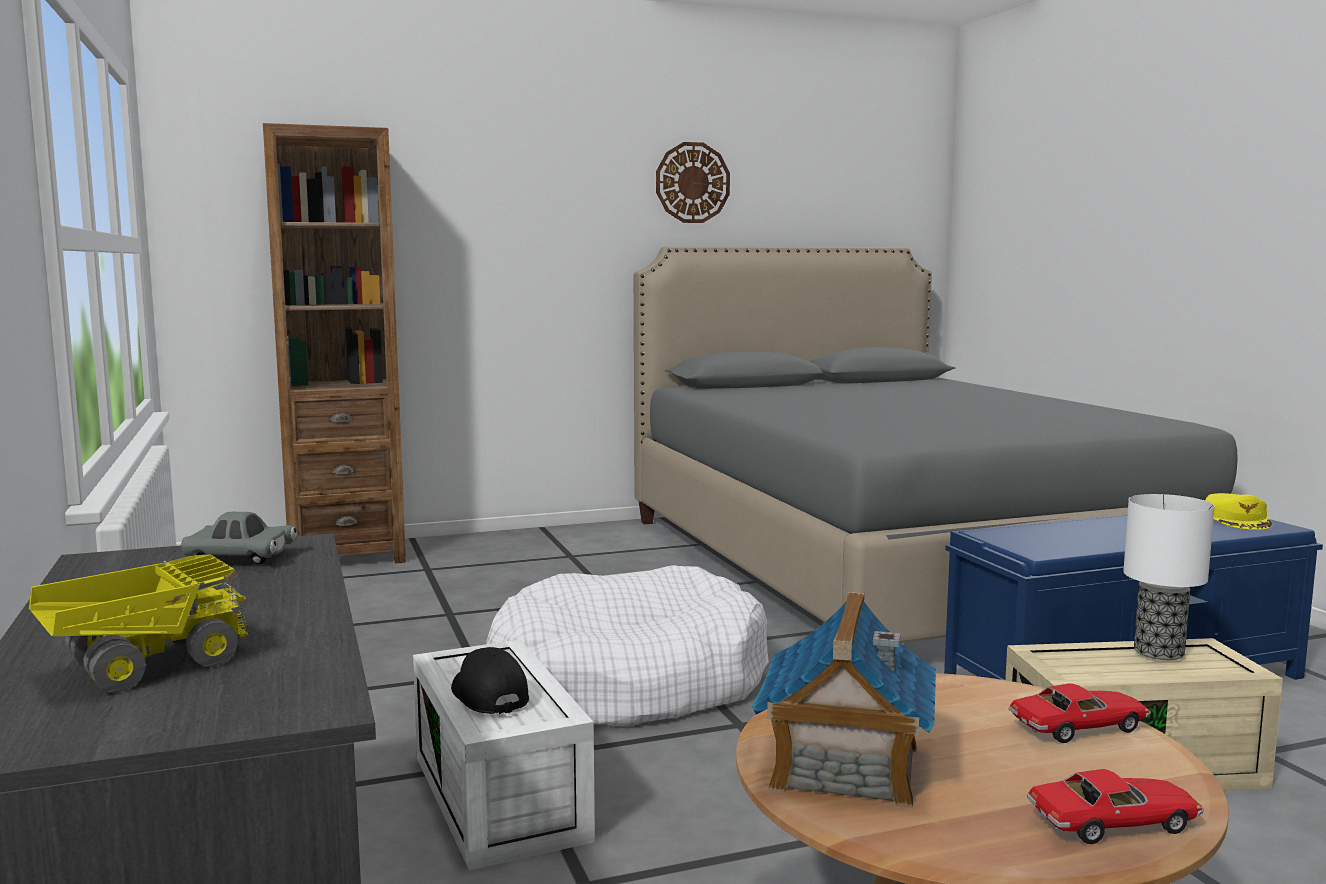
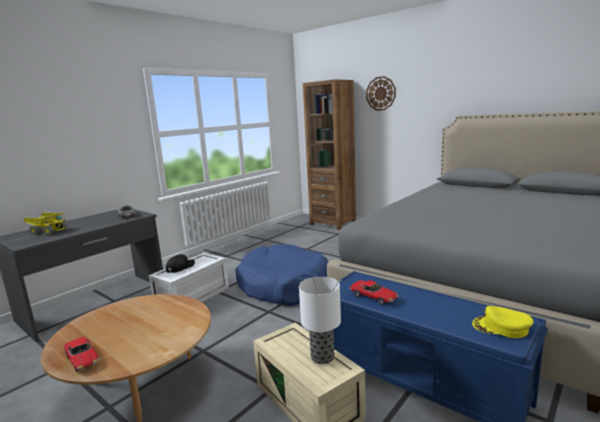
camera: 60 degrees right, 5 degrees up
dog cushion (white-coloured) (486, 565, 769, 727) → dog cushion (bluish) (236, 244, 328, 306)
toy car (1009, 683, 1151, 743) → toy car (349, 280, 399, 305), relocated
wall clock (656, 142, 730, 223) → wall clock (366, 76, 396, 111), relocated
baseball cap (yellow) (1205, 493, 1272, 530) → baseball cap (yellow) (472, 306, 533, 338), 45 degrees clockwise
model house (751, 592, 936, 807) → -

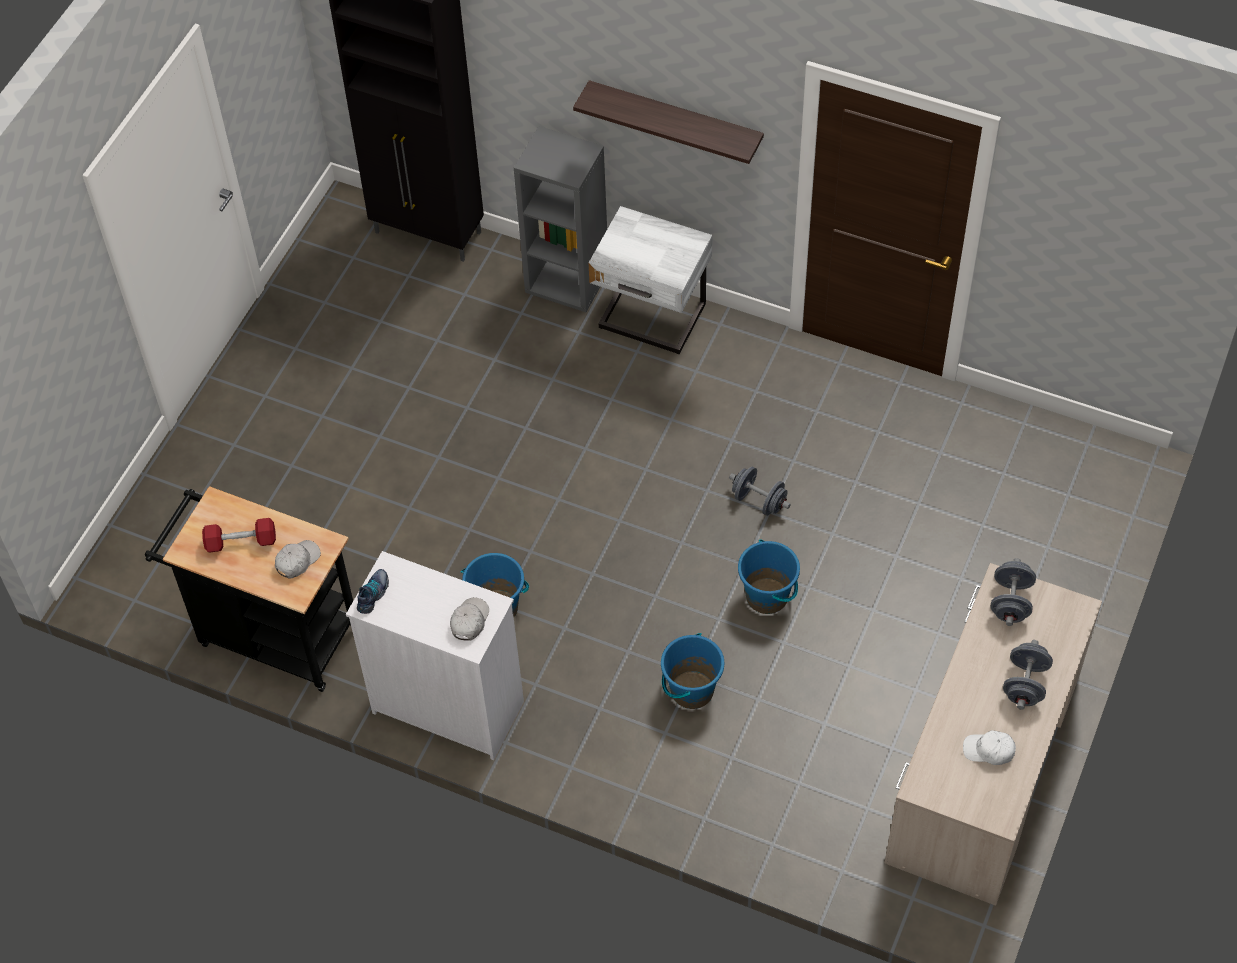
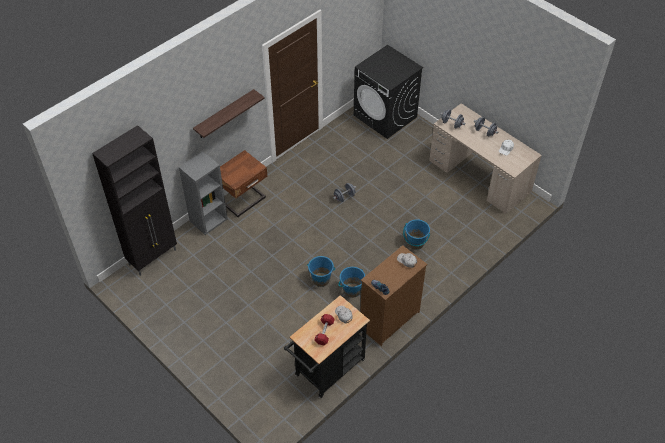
camera: 70 degrees left, 5 degrees down
night table (white-coloured) (589, 206, 712, 354) → night table (brown-coloured) (220, 150, 267, 217)
water bucket (bluish) (738, 539, 800, 614) → water bucket (bluish) (307, 256, 335, 287), relocated
- → laundry machine (blackish) (354, 45, 423, 139)
dresser (white-coloured) (346, 551, 524, 760) → dresser (brown-coloured) (360, 245, 427, 346)

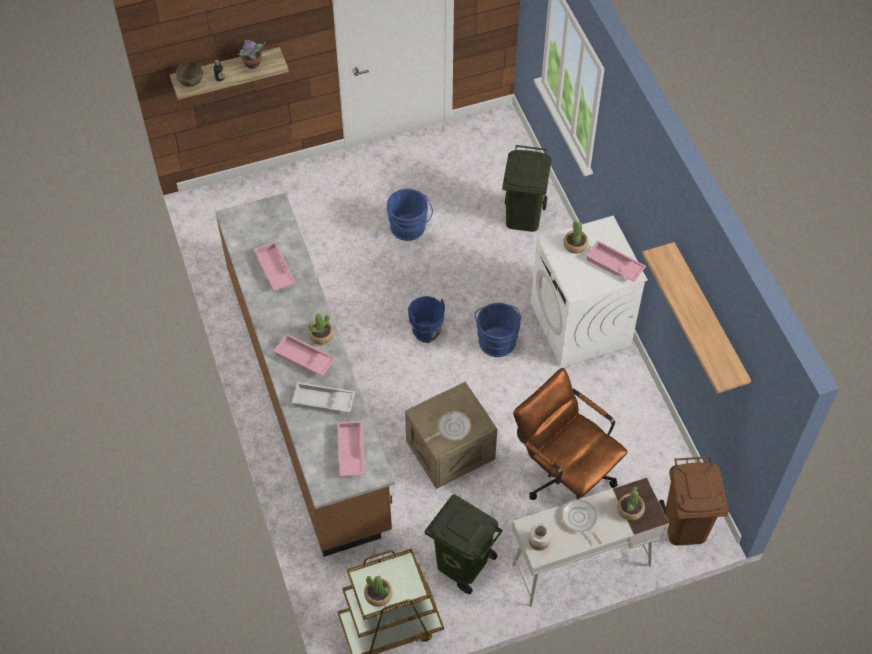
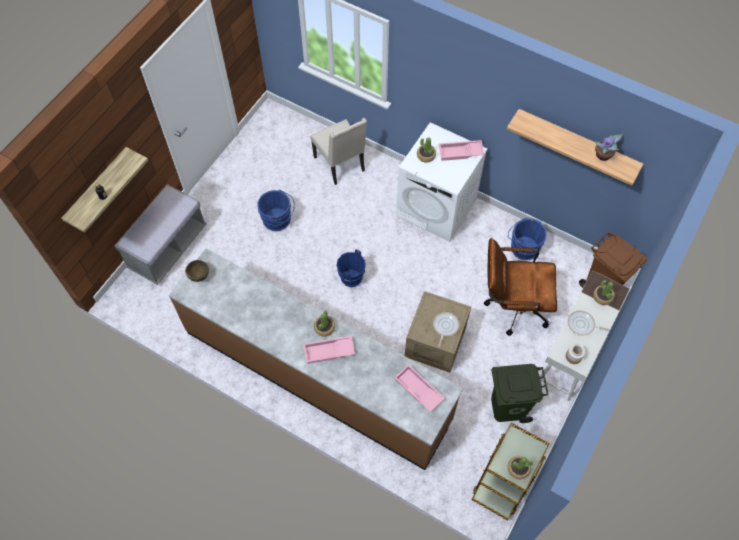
camera: 40 degrees left, 5 degrees up
- → indoor bench (greyish) (115, 184, 207, 285)
bowl (brown-coloured) (176, 62, 203, 87) → bowl (brown-coloured) (185, 260, 209, 282), relocated
waste bin (green-coloured) (502, 145, 551, 232) → chair (sand-coloured) (311, 118, 367, 185)
water bucket (bluish) (475, 303, 521, 357) → water bucket (bluish) (508, 218, 547, 260), relocated
houseplant (237, 40, 265, 69) → houseplant (594, 132, 623, 161), relocated
serving tray (pinkish) (254, 241, 296, 291) → -
serving tray (white-coloured) (292, 382, 355, 413) → -

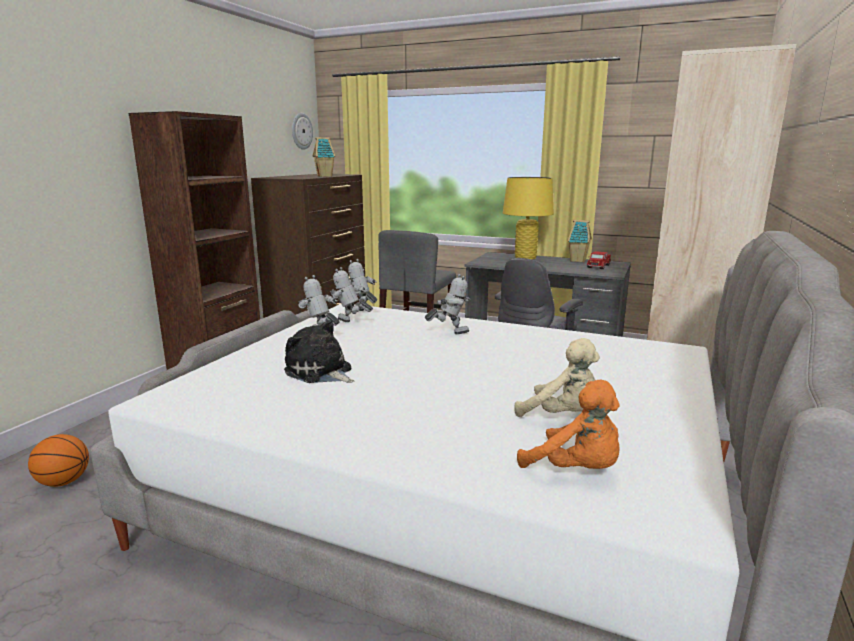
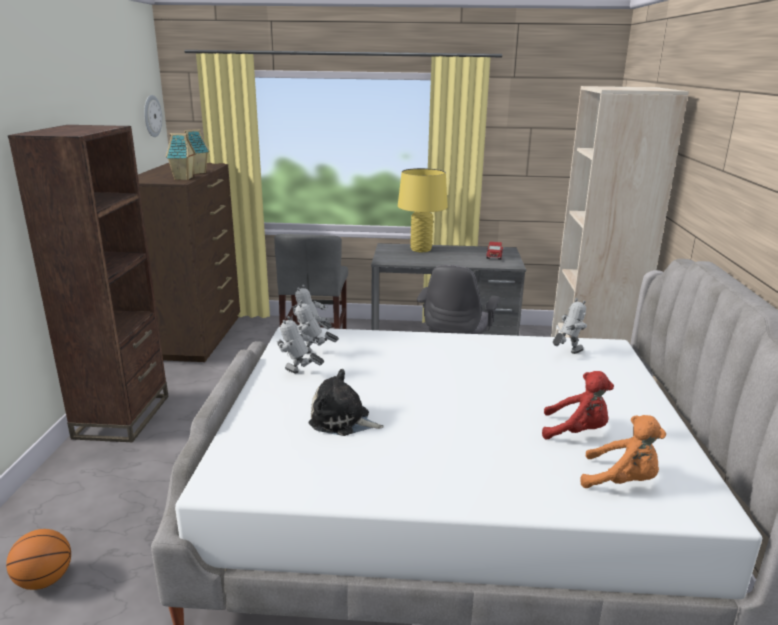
camera: 20 degrees left, 5 degrees up
model house (568, 220, 592, 262) → model house (166, 133, 196, 180), relocated
soft toy (sand-coloured) (514, 338, 600, 417) → soft toy (red-coloured) (542, 371, 614, 440)
model robot (425, 274, 471, 334) → model robot (553, 298, 587, 354), relocated

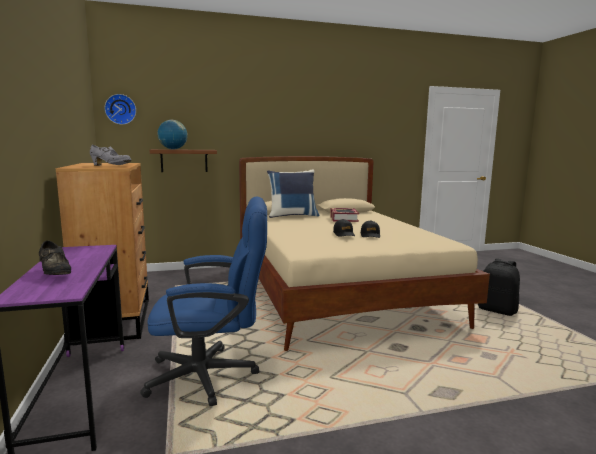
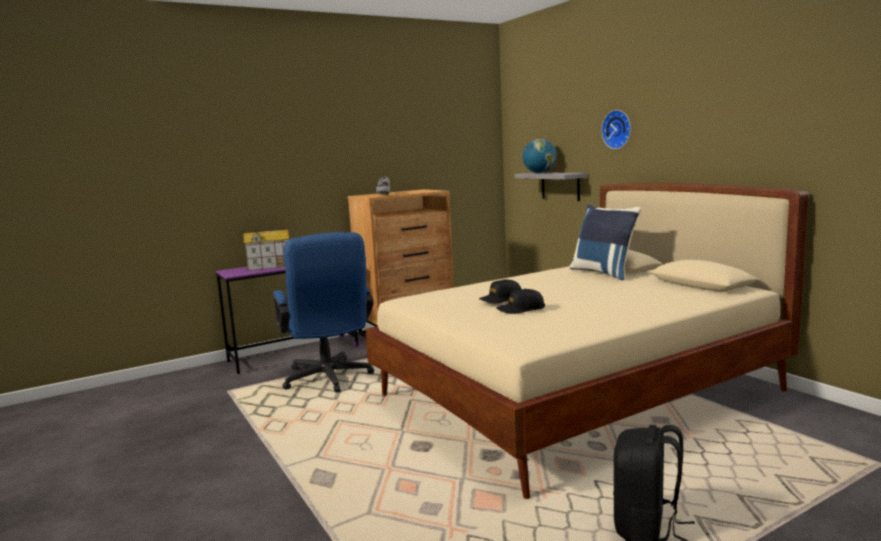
camera: 75 degrees right, 0 degrees up
item of footwear (blackish) (39, 241, 71, 275) → model house (242, 228, 289, 271)
shelf (brown-coloured) (150, 149, 217, 172) → shelf (greyish) (515, 172, 587, 201)
wall clock (104, 94, 136, 125) → wall clock (601, 110, 631, 149), relocated
volume (330, 208, 359, 222) → -

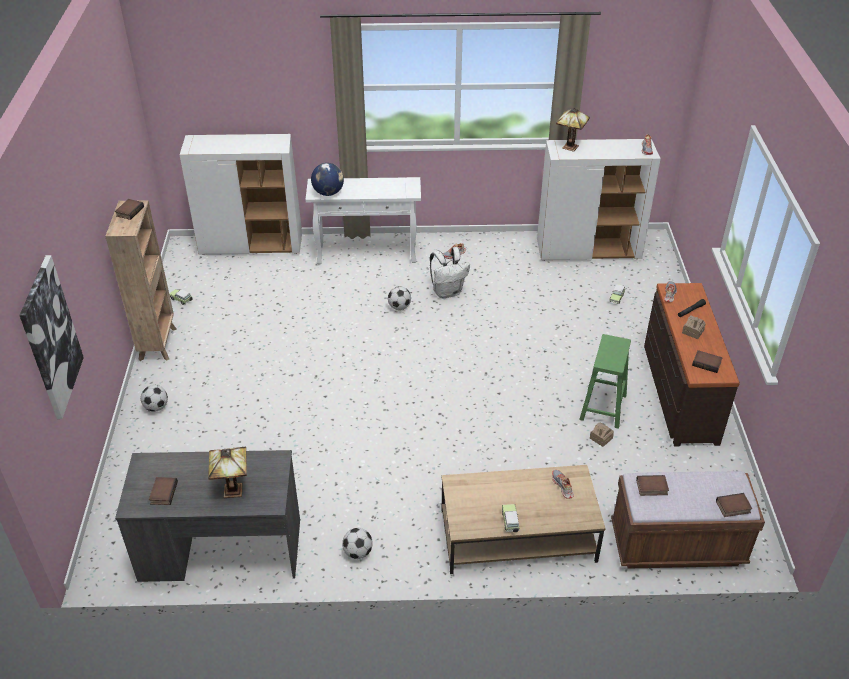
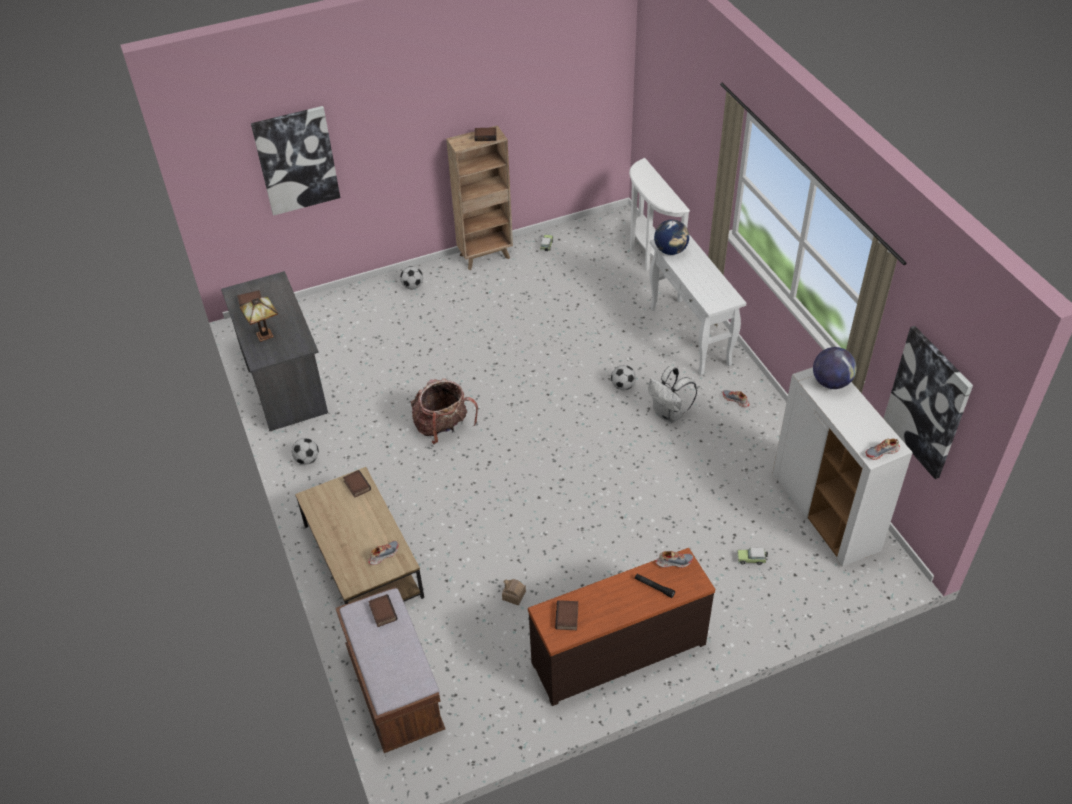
camera: 70 degrees right, 5 degrees up
volume (716, 493, 752, 517) → volume (343, 470, 371, 498), relocated
- → rucksack (411, 379, 478, 444)
cabinet (white-coloured) (180, 134, 302, 255) → console table (white-coloured) (629, 158, 690, 271)
tabletop lamp (556, 108, 590, 152) → globe (813, 347, 857, 389)
- → wall art (883, 326, 973, 479)
toy car (502, 504, 520, 532) → -
stool (green-coloured) (579, 334, 631, 429) → -
model house (682, 315, 706, 339) → -

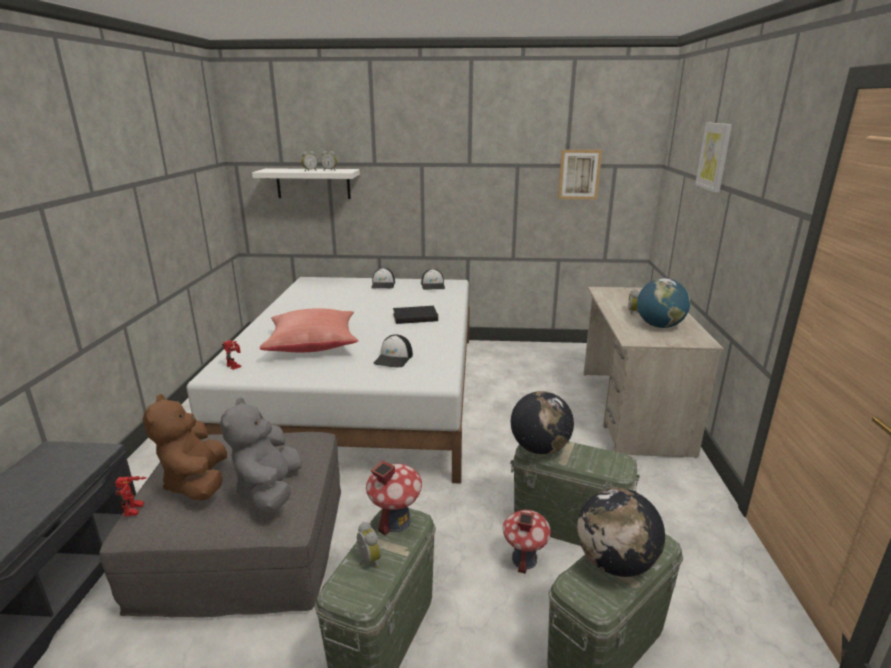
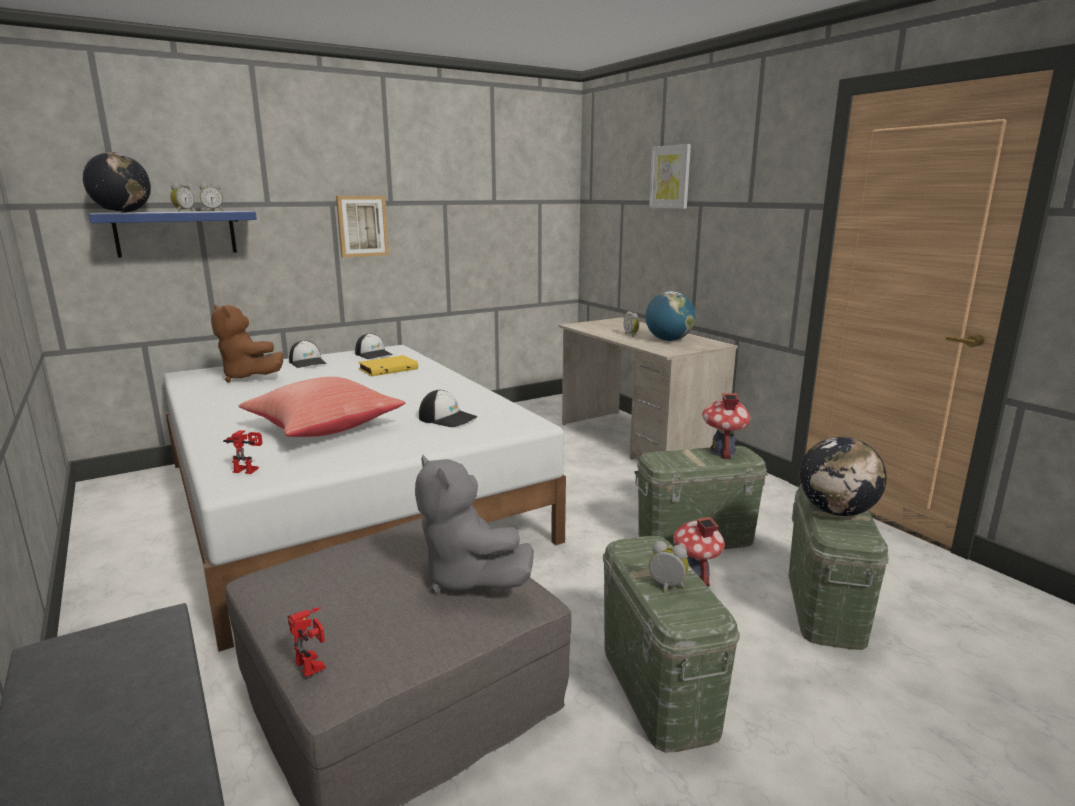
camera: 35 degrees left, 5 degrees down
globe (511, 391, 574, 454) → globe (83, 152, 151, 213), relocated
shelf (white-coloured) (252, 168, 360, 199) → shelf (bluish) (89, 211, 257, 257)
soft toy (brown-coloured) (143, 394, 227, 501) → soft toy (brown-coloured) (211, 305, 283, 383), relocated
wall art (558, 150, 602, 199) → wall art (336, 196, 389, 258), relocated
- → volume (yellow) (358, 355, 418, 376)
baseball cap (374, 335, 413, 367) → baseball cap (419, 390, 477, 427), 45 degrees counterclockwise
model house (366, 460, 422, 535) → model house (702, 393, 751, 459), relocated
volume (blackish) (393, 306, 438, 324) → -

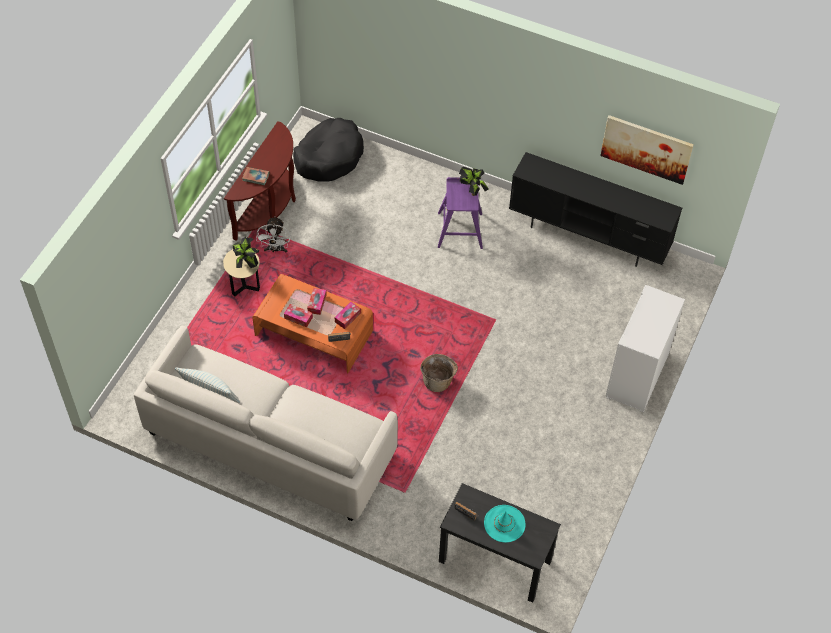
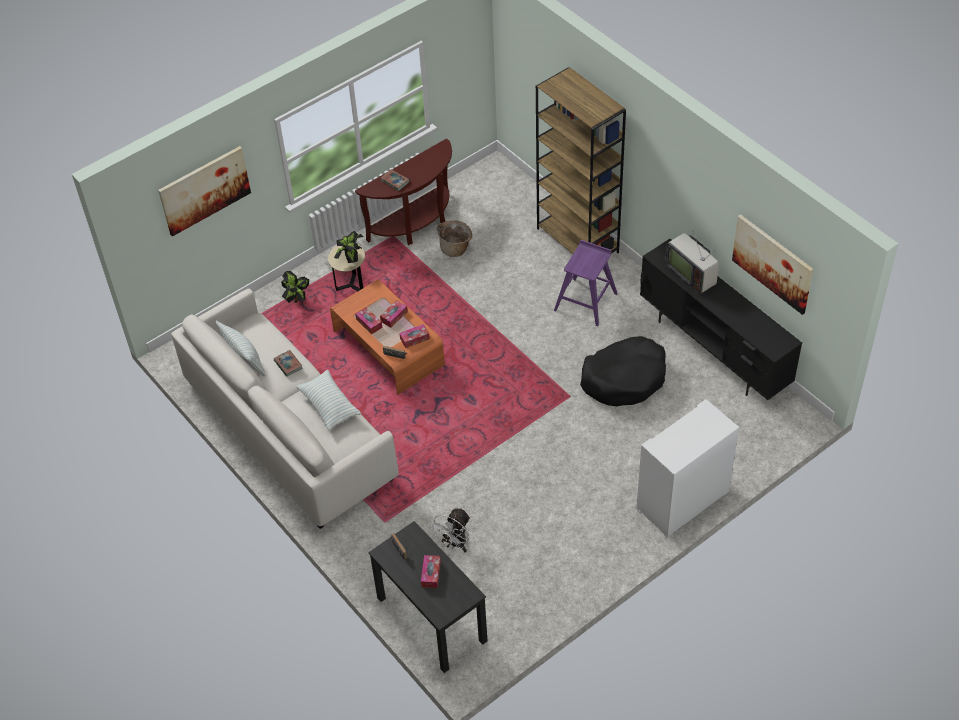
camera: 30 degrees right, 5 degrees down
- → wall art (158, 146, 251, 236)
- → volume (274, 350, 302, 376)
houseplant (459, 167, 489, 196) → houseplant (281, 271, 309, 303), relocated
- → pillow (296, 370, 361, 430)
wearable hat (blue-green) (484, 505, 526, 542) → tissue box (421, 555, 441, 588)
cooling fan (white-coloured) (256, 217, 291, 253) → cooling fan (white-coloured) (430, 508, 470, 552), relocated
basket (420, 354, 458, 392) → basket (437, 220, 472, 257), relocated
- → bookshelf (brown-coloured) (536, 67, 626, 254)
dog cushion (blackish) (293, 118, 364, 182) → dog cushion (blackish) (580, 336, 666, 406), relocated
- → TV (665, 232, 719, 294)

